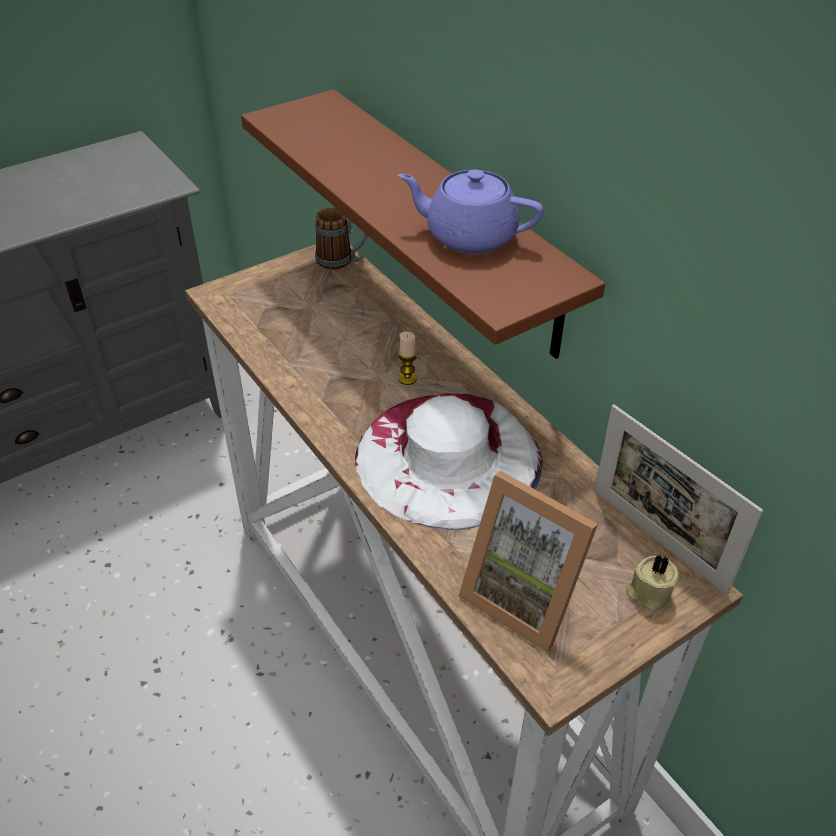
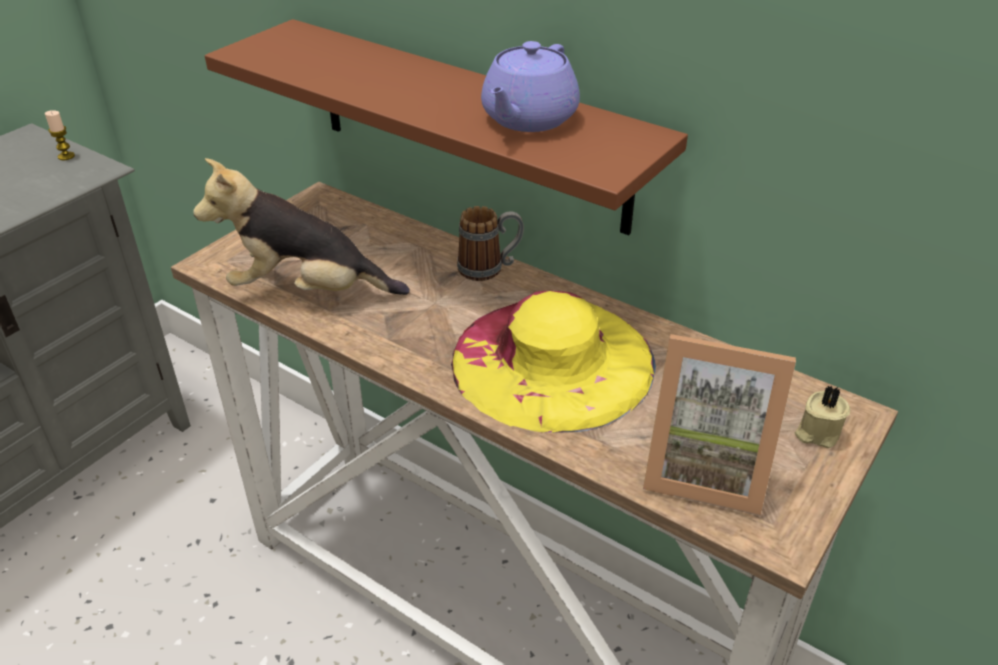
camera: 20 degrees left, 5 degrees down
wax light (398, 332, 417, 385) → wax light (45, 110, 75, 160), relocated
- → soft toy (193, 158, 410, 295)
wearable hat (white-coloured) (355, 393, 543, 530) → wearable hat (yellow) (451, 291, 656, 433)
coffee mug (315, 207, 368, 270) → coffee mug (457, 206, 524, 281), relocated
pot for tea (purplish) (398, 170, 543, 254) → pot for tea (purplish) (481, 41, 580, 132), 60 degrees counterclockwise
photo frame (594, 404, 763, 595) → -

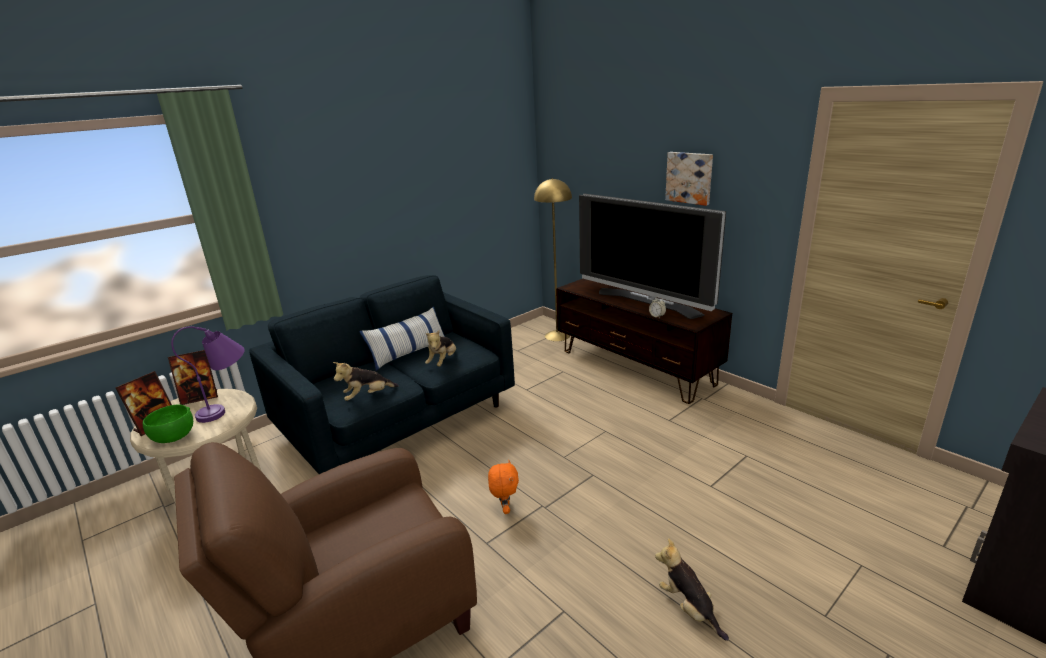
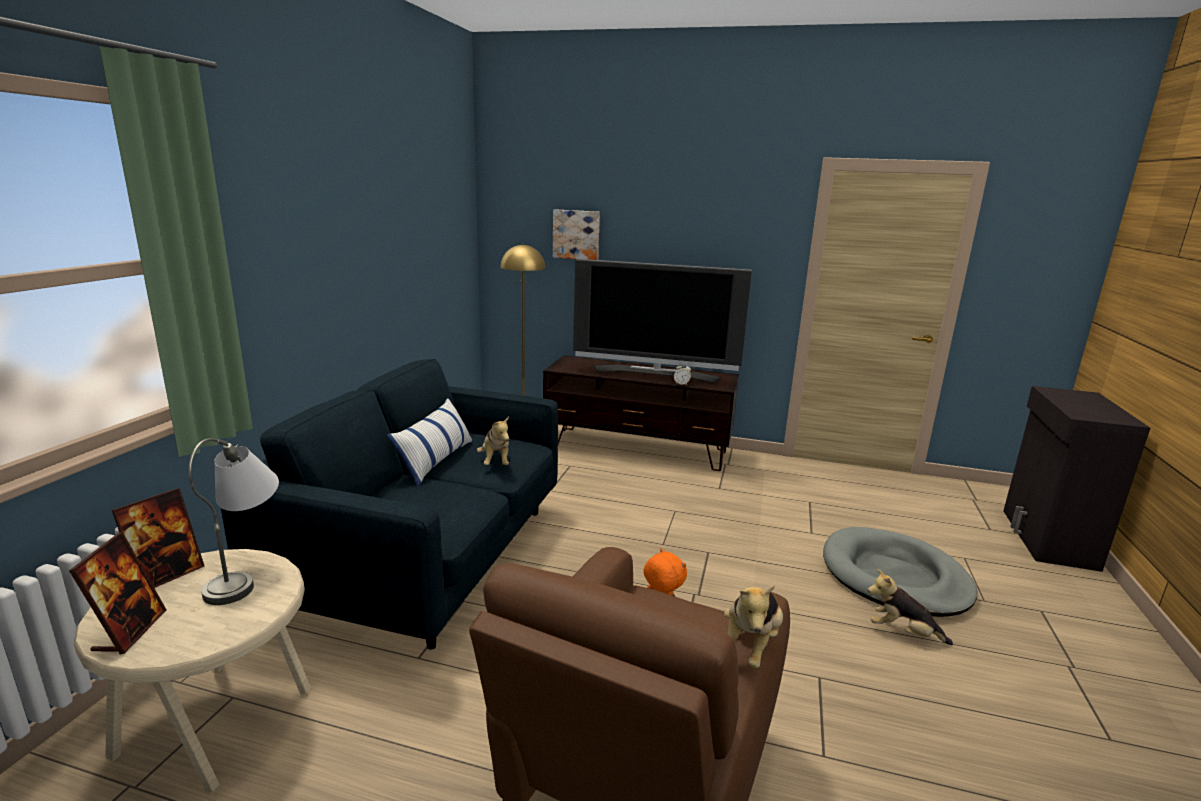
camera: 35 degrees left, 5 degrees down
tabletop lamp (purplish) (171, 326, 245, 423) → tabletop lamp (greyish) (188, 438, 279, 605)
wall art (665, 152, 713, 206) → wall art (553, 209, 600, 260), relocated
soft toy (333, 362, 399, 401) → soft toy (724, 585, 783, 669), relocated
- → dog cushion (greyish) (823, 527, 977, 617)
bowl (green-coloured) (143, 404, 193, 443) → -

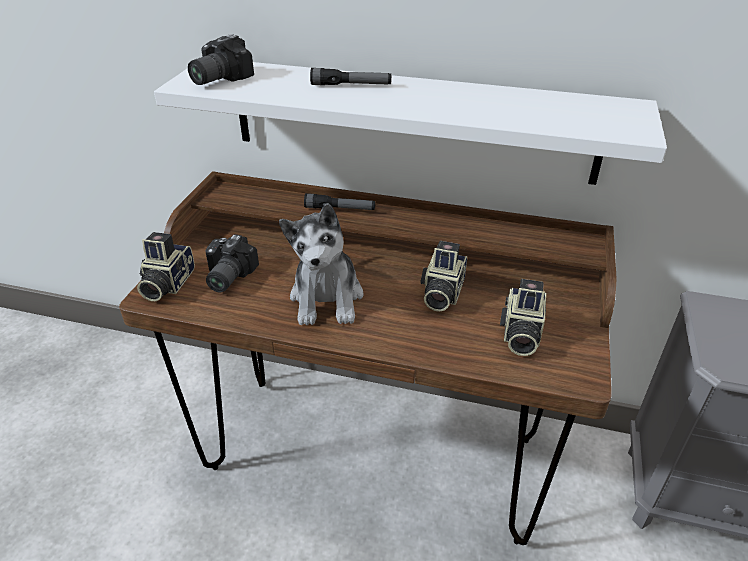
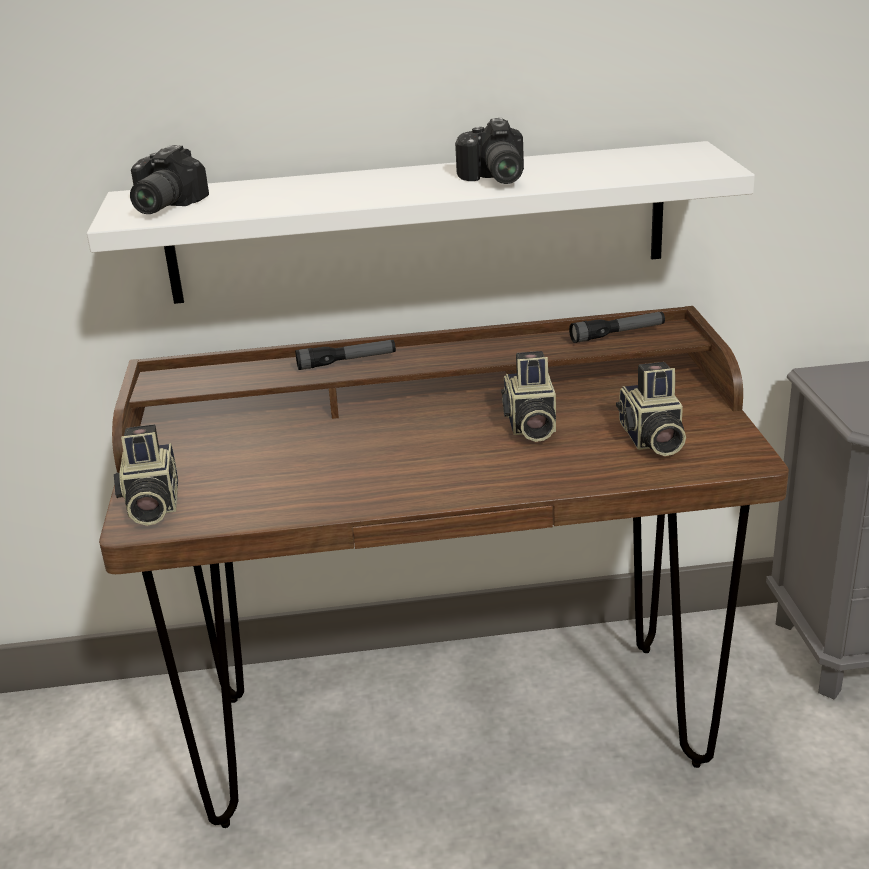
camera: 20 degrees left, 10 degrees down
photo camera (206, 234, 259, 293) → photo camera (455, 118, 524, 184), relocated
hand torch (310, 68, 391, 85) → hand torch (569, 312, 665, 343), relocated
soft toy (279, 203, 364, 326) → -

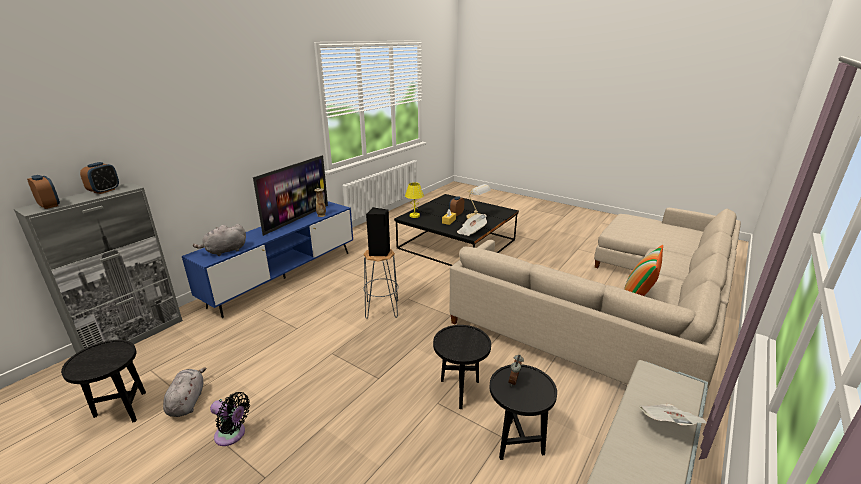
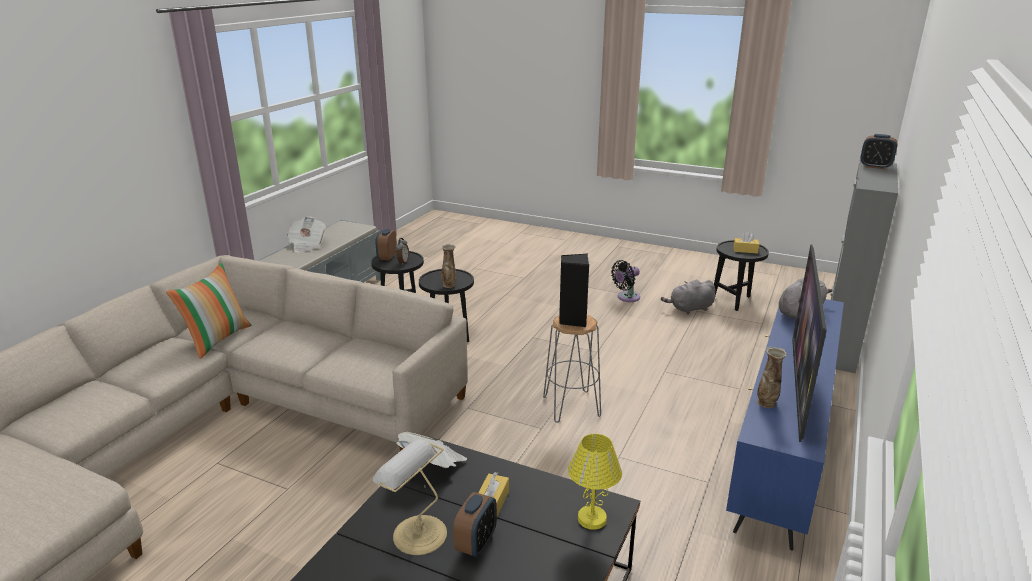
camera: 170 degrees right, 0 degrees up
bedside clock (80, 162, 119, 194) → bedside clock (375, 229, 397, 260), relocated
- → flower vase (441, 244, 456, 288)
cooling fan (blackish) (210, 392, 250, 446) → cooling fan (blackish) (611, 260, 640, 302), 45 degrees counterclockwise
soft toy (greyish) (163, 367, 206, 417) → soft toy (greyish) (661, 280, 715, 314), 90 degrees clockwise
- → tissue box (yellow) (733, 232, 759, 254)

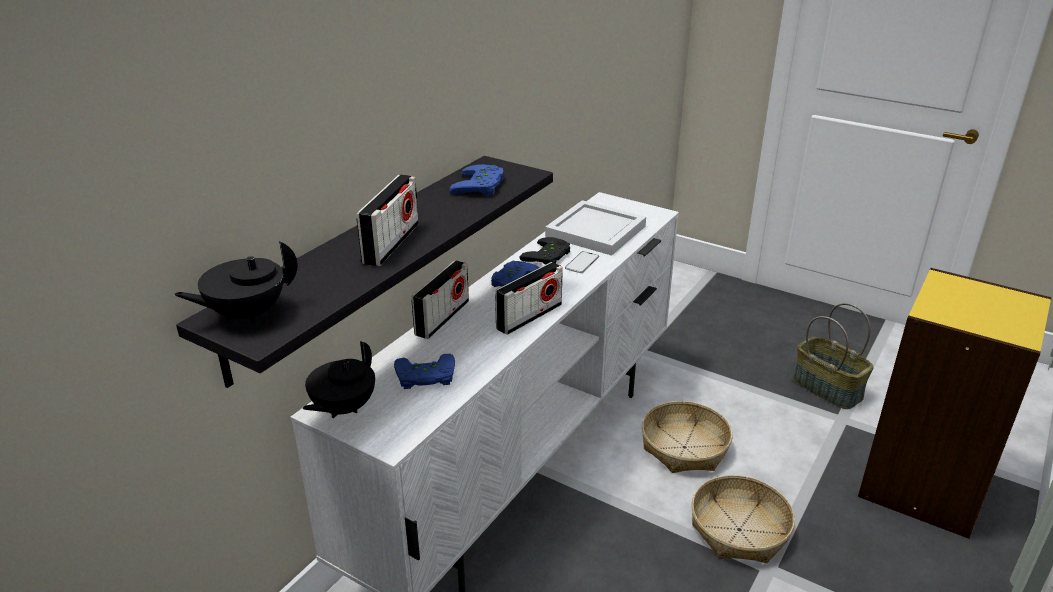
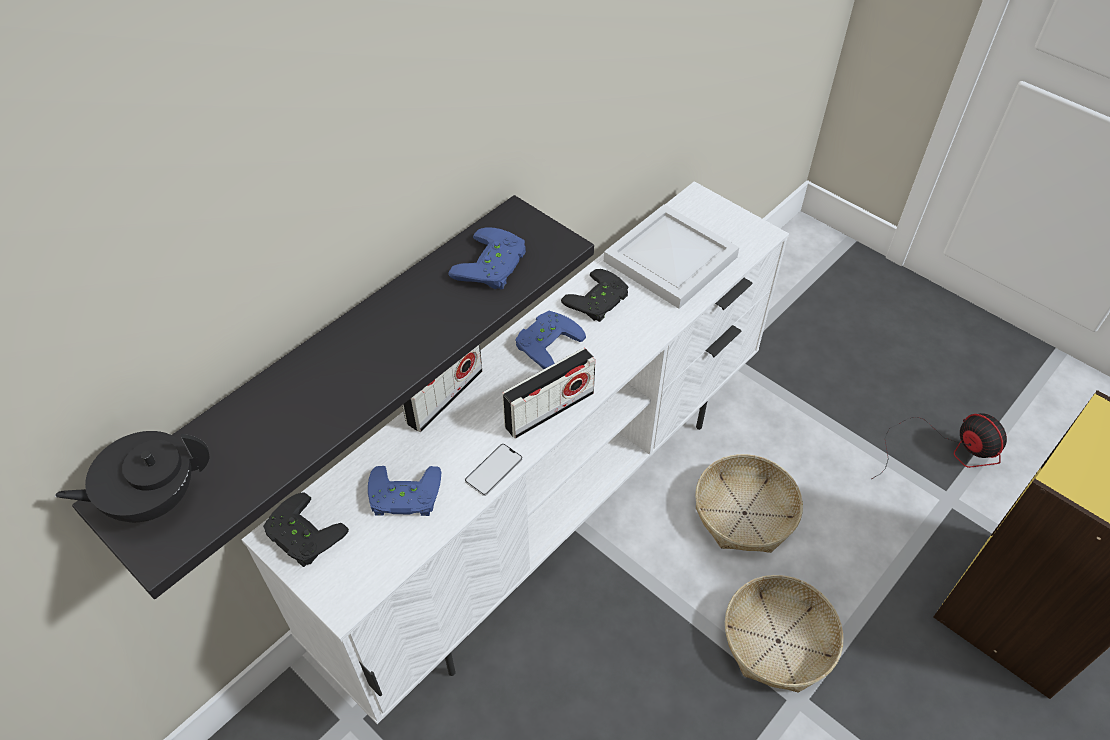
camera: 10 degrees right, 20 degrees up
pot for tea (blackish) (303, 341, 375, 418) → joypad (blackish) (263, 492, 349, 567)
handset (565, 251, 599, 273) → handset (465, 444, 523, 496), relocated
basket (793, 303, 874, 409) → cooling fan (872, 413, 1007, 479)
radio (356, 174, 419, 266) → -

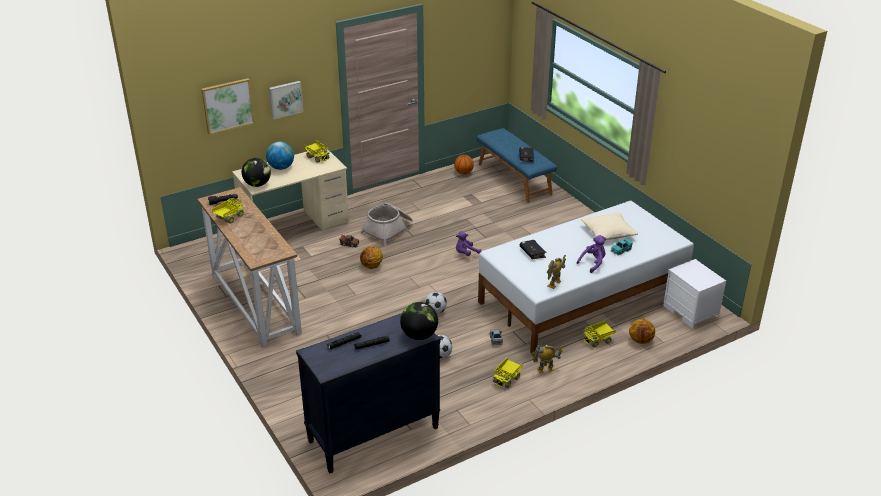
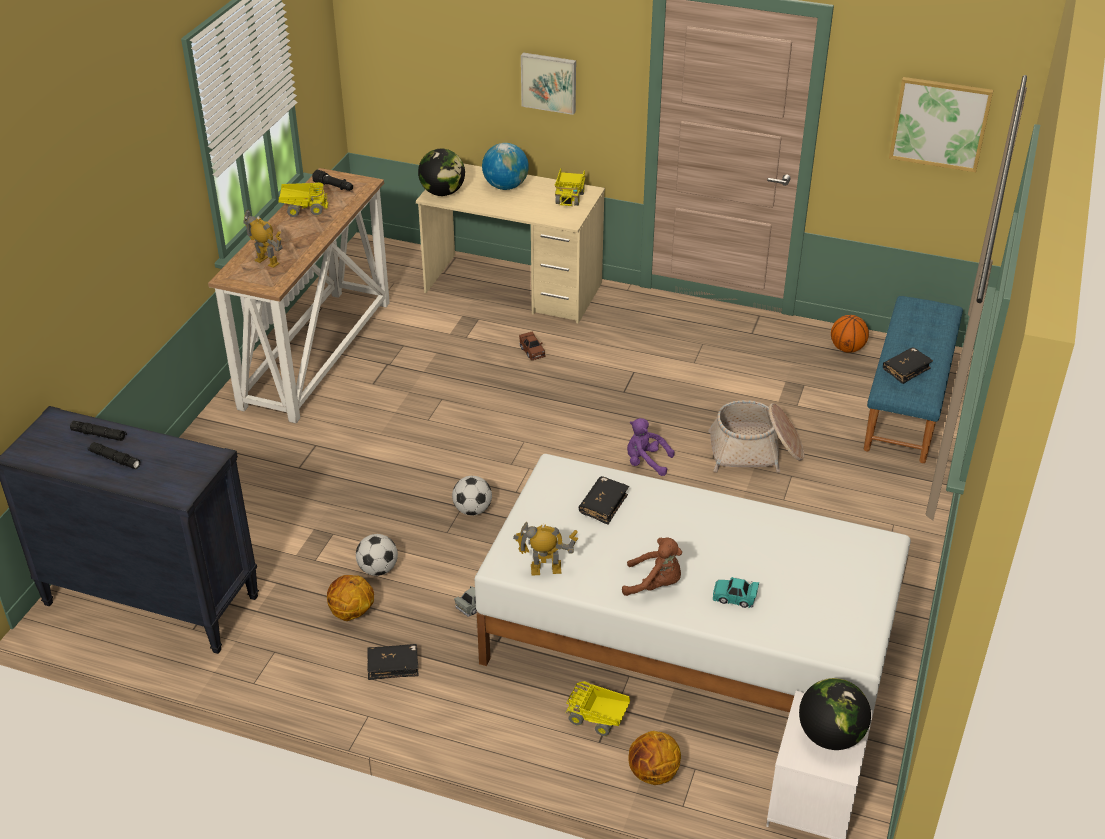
camera: 50 degrees right, 5 degrees up
model robot (531, 345, 563, 373) → model robot (243, 209, 283, 268), relocated
basketball (360, 246, 383, 269) → basketball (327, 575, 374, 621), relocated
toy truck (493, 357, 522, 388) → volume (blackish) (367, 644, 419, 680)
soft toy (purplish) (577, 235, 606, 273) → soft toy (brown-coloured) (622, 538, 682, 596)
basket (360, 203, 413, 245) → basket (708, 400, 804, 473), relocated
globe (400, 302, 438, 340) → globe (799, 678, 871, 750), relocated
wall art (201, 78, 255, 135) → wall art (889, 77, 993, 172), relocated
pillow (sand-coloured) (581, 212, 638, 240) → -

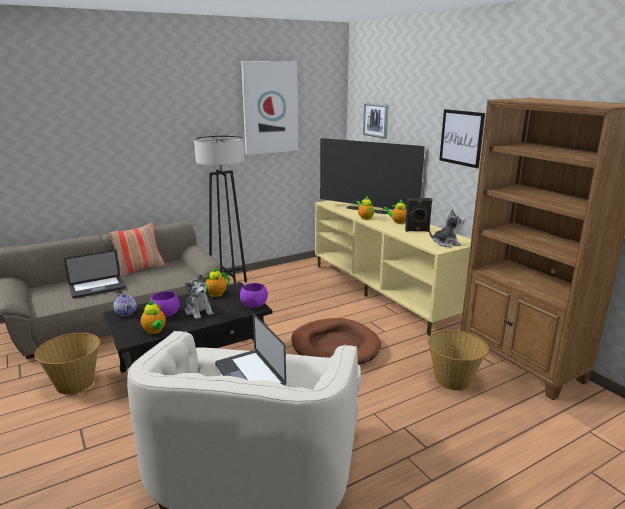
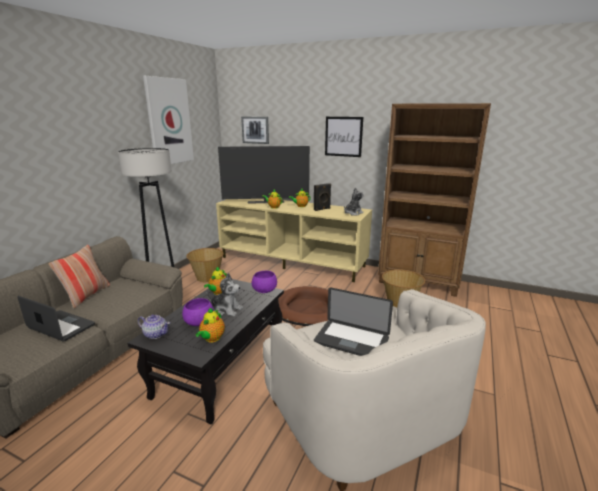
camera: 35 degrees left, 0 degrees up
notebook computer (64, 250, 125, 298) → notebook computer (17, 296, 95, 342), 90 degrees counterclockwise
basket (35, 333, 100, 395) → basket (186, 248, 224, 282), relocated
pot for tea (140, 300, 166, 334) → pot for tea (195, 308, 225, 343), 90 degrees clockwise

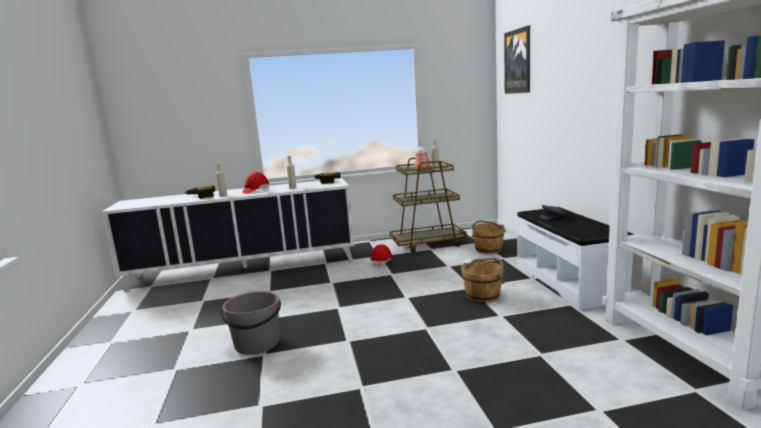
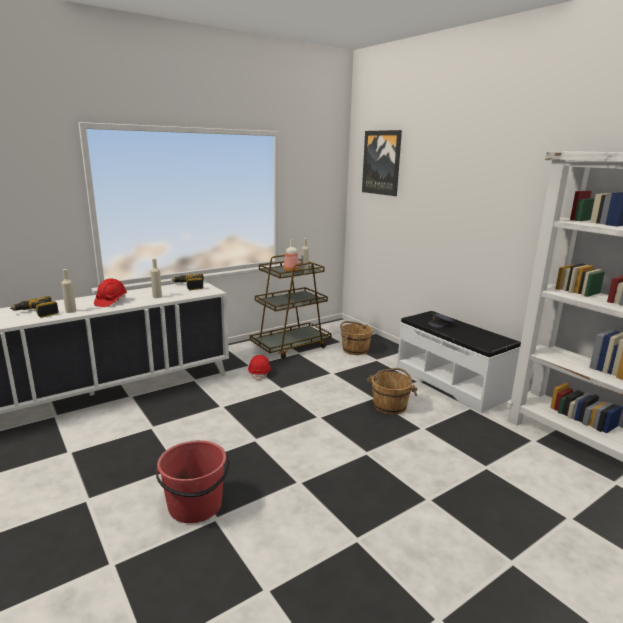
camera: 25 degrees left, 5 degrees up
water bucket (greyish) (220, 291, 281, 355) → water bucket (red-coloured) (156, 440, 230, 523)

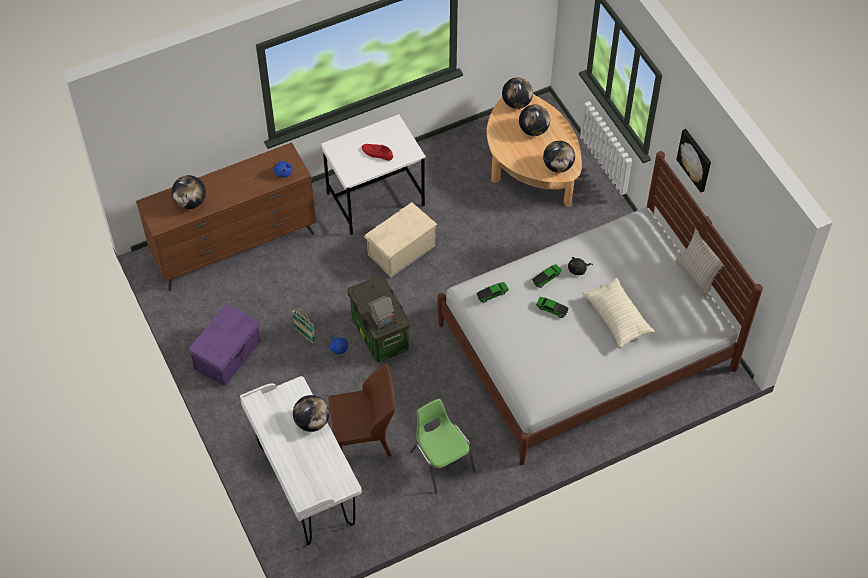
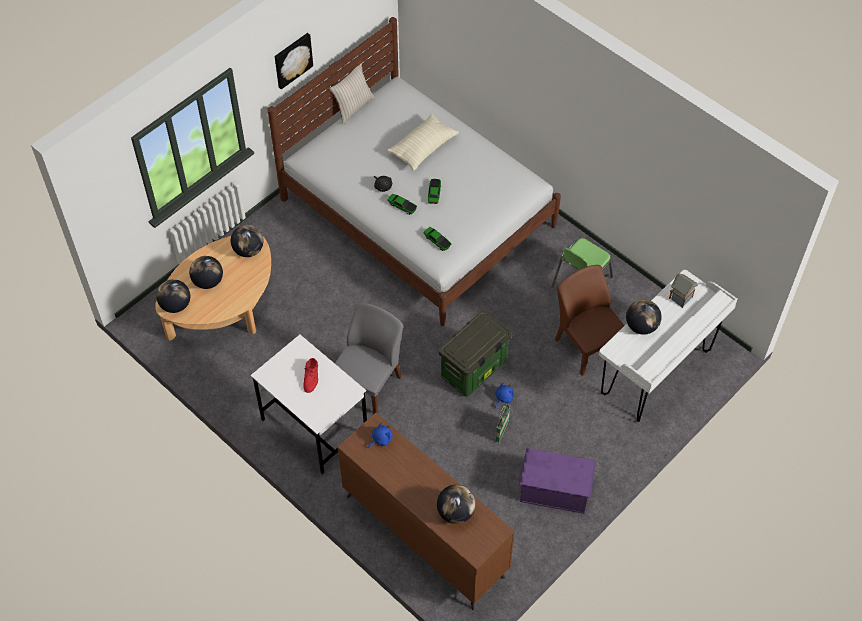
camera: 110 degrees left, 0 degrees up
storage container (sand-coloured) (363, 202, 437, 277) → chair (greyish) (335, 303, 403, 414)
model house (368, 296, 394, 328) → model house (669, 273, 698, 308), relocated

